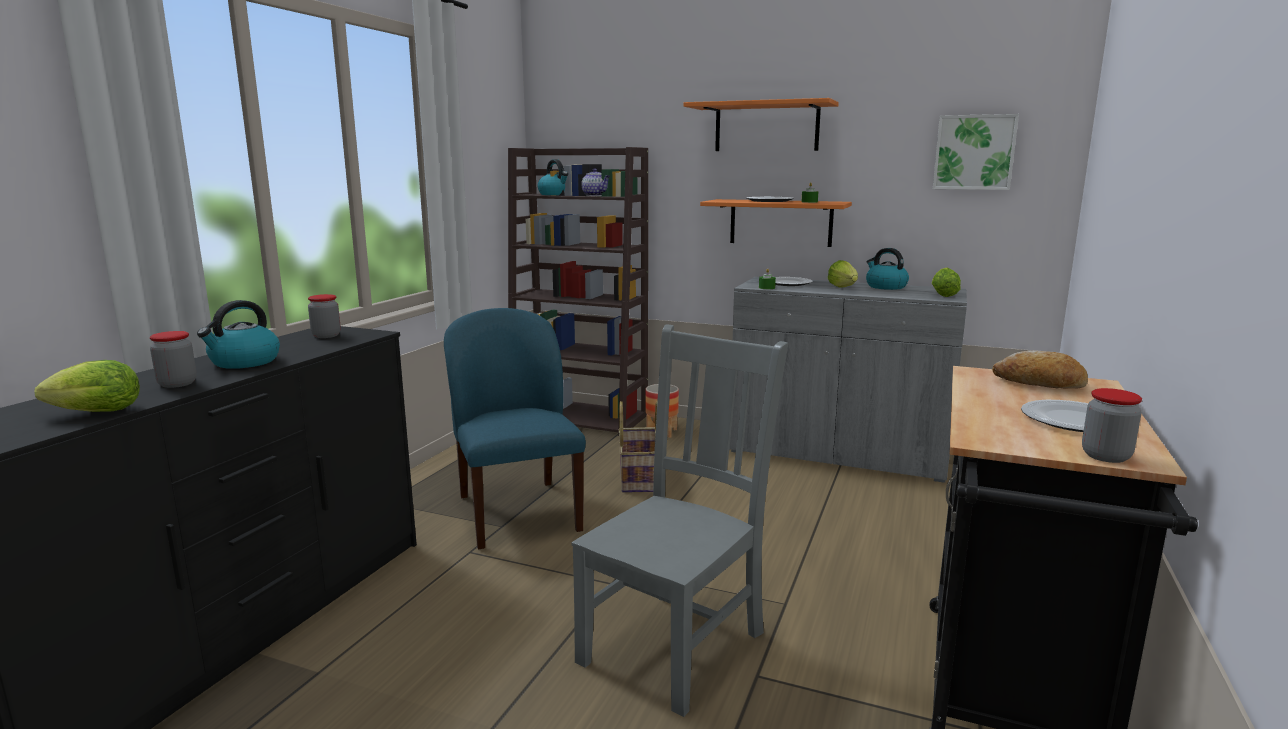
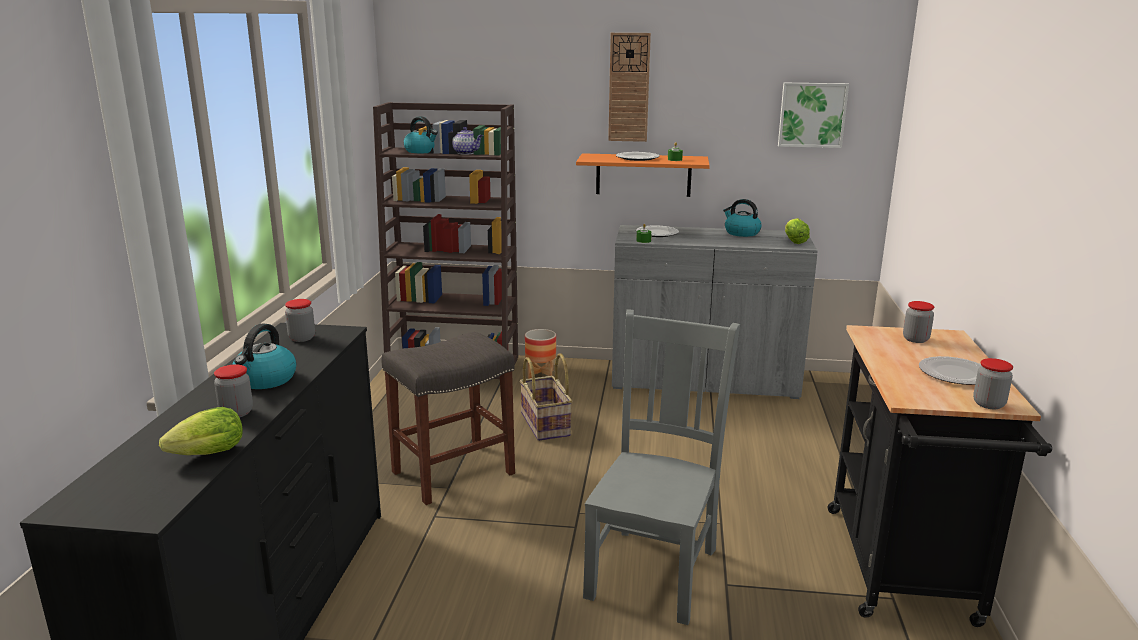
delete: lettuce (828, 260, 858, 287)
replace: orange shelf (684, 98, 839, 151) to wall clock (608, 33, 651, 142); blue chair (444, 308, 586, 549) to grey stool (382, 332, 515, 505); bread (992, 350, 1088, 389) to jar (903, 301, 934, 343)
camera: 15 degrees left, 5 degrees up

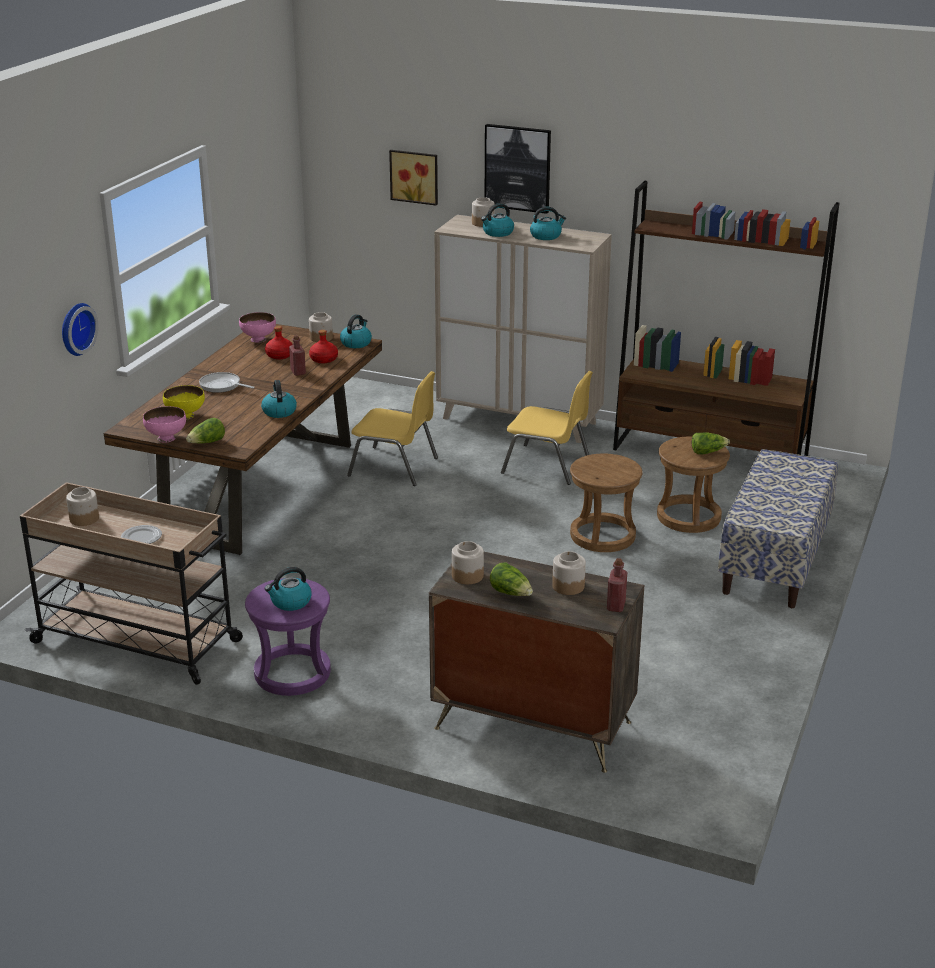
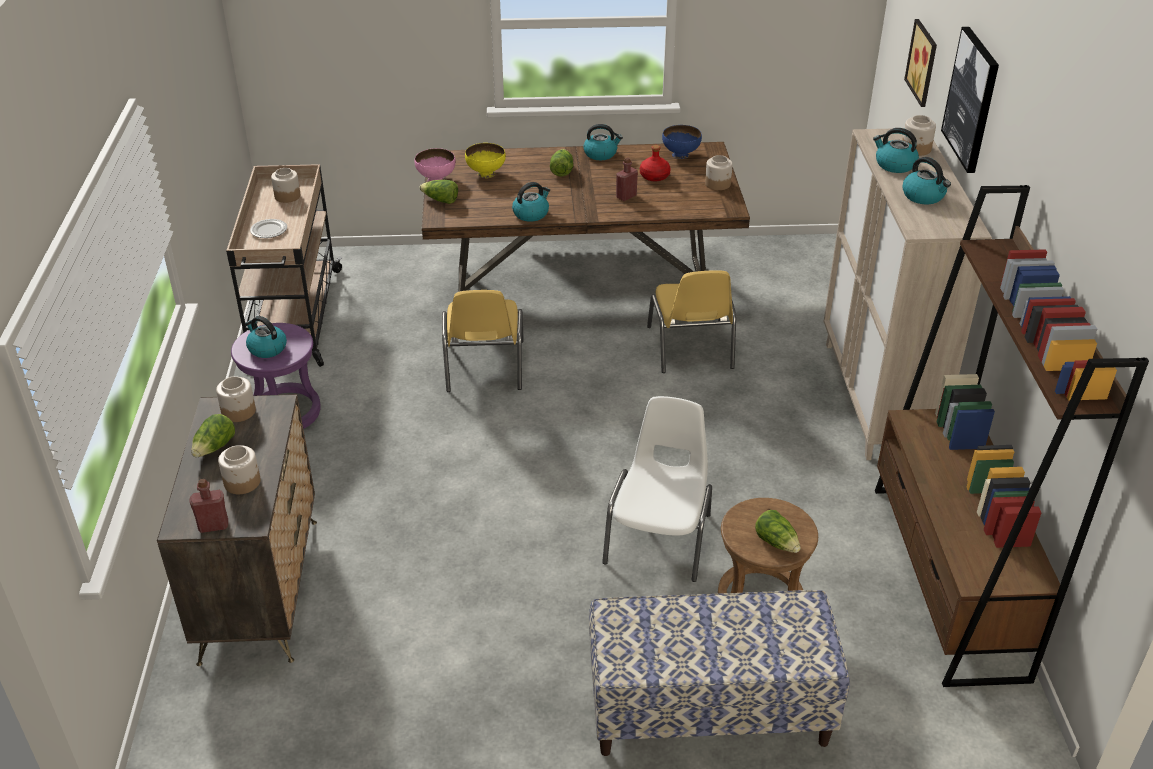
delete: wall clock (62, 303, 98, 356); red bottle (309, 330, 338, 363)
move: kettle (340, 314, 372, 348) to (583, 124, 623, 160); yellow chair (501, 371, 593, 485) to (442, 290, 524, 392)
replace: frying pan (199, 372, 255, 393) to lettuce (550, 149, 574, 176); brown stool (570, 454, 643, 552) to white chair (602, 396, 712, 582)
recolor: pink bowl (239, 312, 276, 343) to blue bowl (662, 125, 702, 159)
camera: 65 degrees right, 10 degrees up

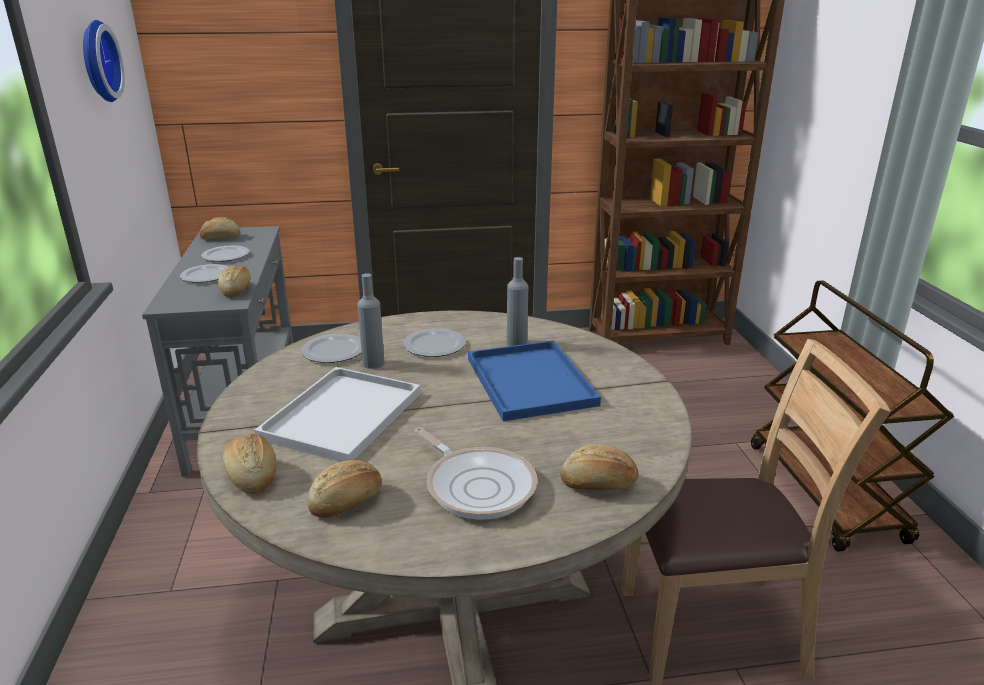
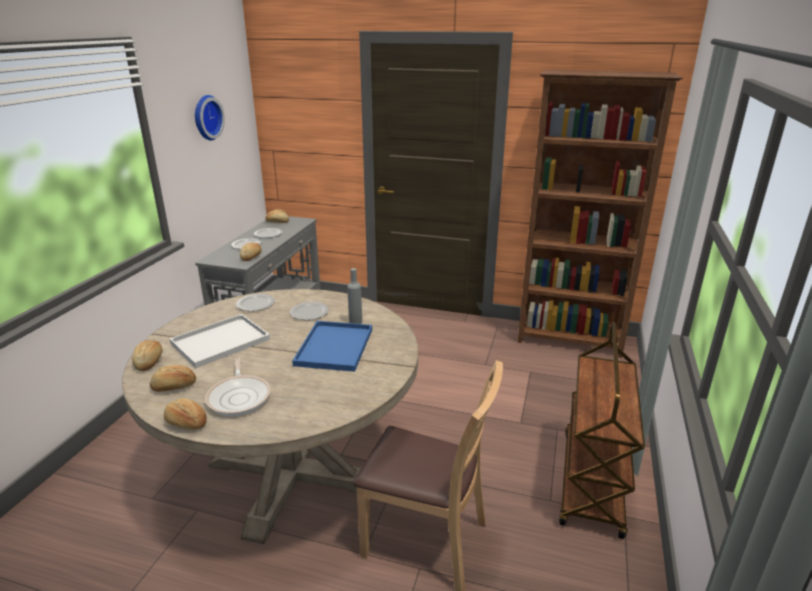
delete: grey bottle (357, 273, 384, 369)
move: bread (560, 444, 639, 490) to (164, 398, 207, 430)
camera: 25 degrees right, 0 degrees up

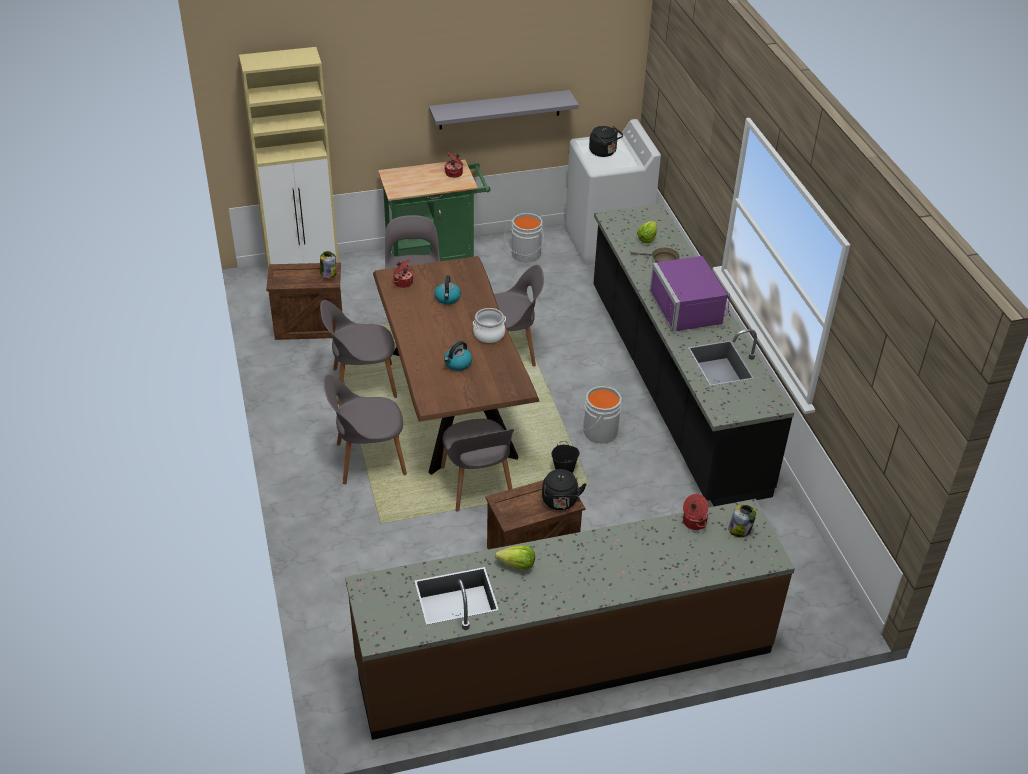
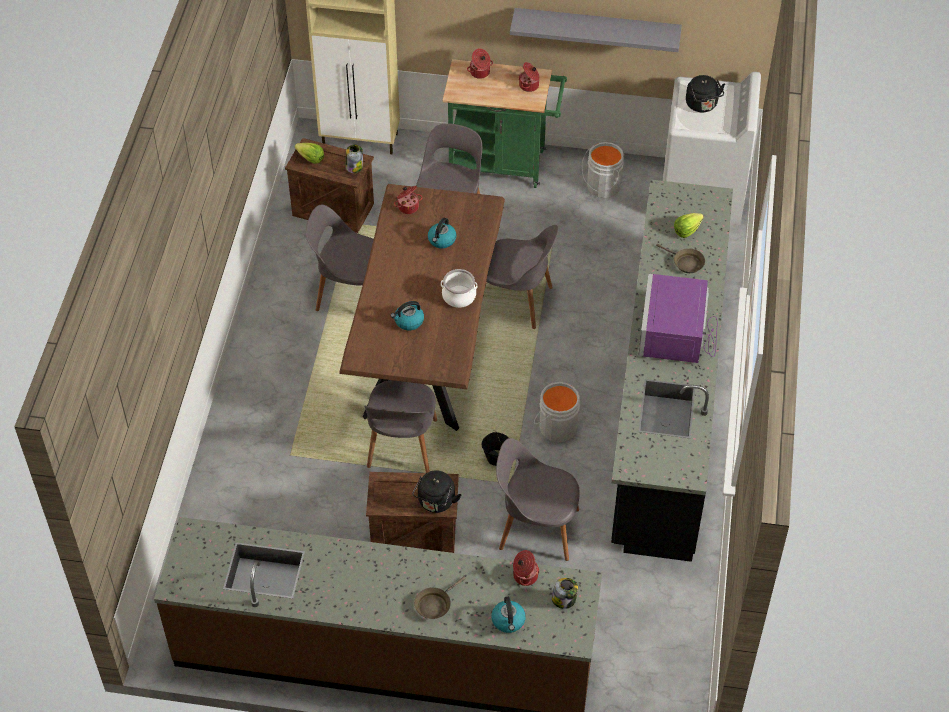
insert: cooking pot (467, 48, 493, 79); brown frying pan (414, 577, 465, 619); kettle (491, 597, 526, 633)
move: grey chair (324, 374, 407, 484) to (496, 438, 580, 561); lettuce (495, 545, 535, 570) to (295, 143, 324, 164)
camera: 25 degrees right, 10 degrees up

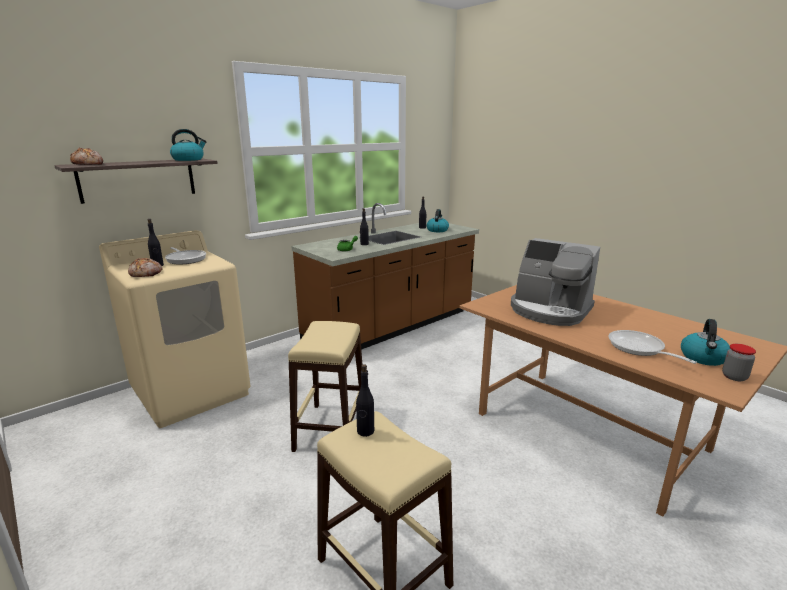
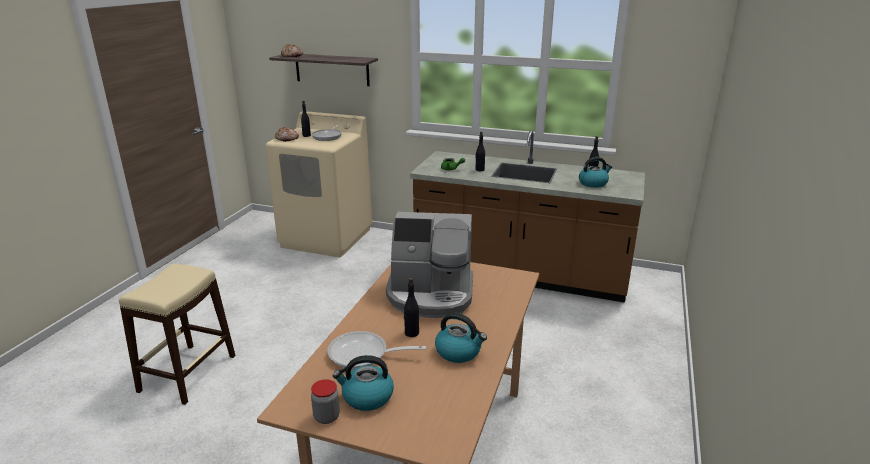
delete: beige stool (288, 321, 362, 452)
move: kettle (170, 129, 207, 161) to (435, 313, 487, 363); black bottle (356, 364, 374, 437) to (404, 278, 419, 337)
rotate: coffee machine (511, 238, 600, 326) = (386, 212, 473, 318) 90 degrees counterclockwise; frying pan (608, 330, 697, 364) = (327, 331, 426, 369) 120 degrees counterclockwise
camera: 60 degrees right, 5 degrees up

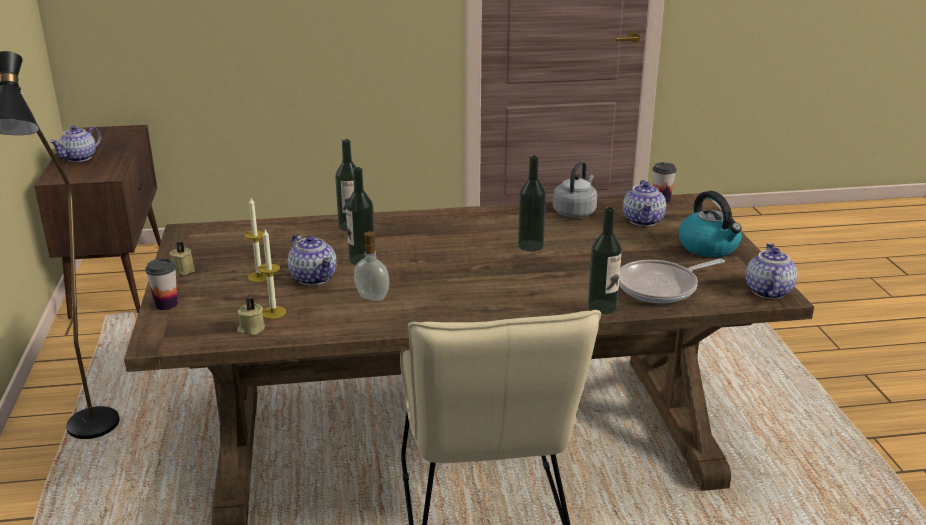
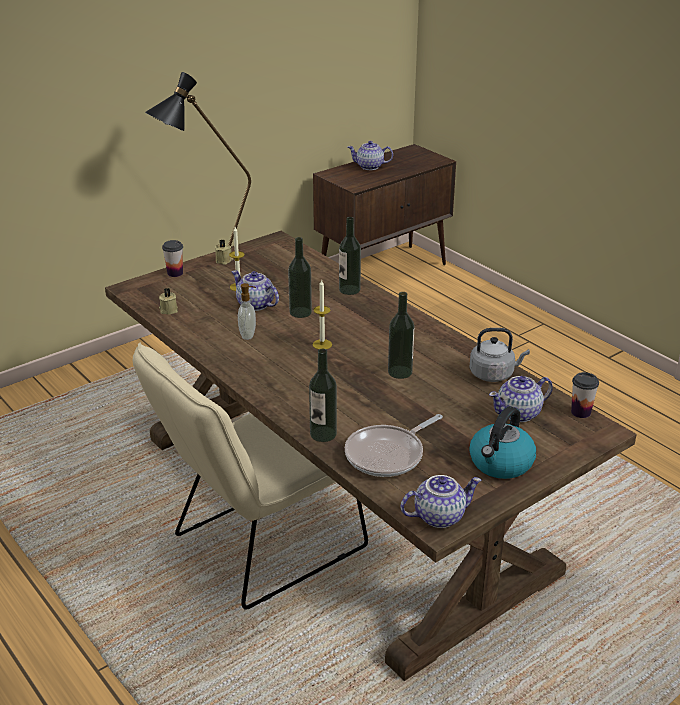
move: candle (258, 229, 286, 319) to (313, 280, 332, 350)
rotate: teapot (288, 234, 337, 286) = (232, 271, 279, 311) 105 degrees clockwise; frying pan (619, 258, 725, 303) = (345, 414, 443, 477) 75 degrees counterclockwise
camera: 60 degrees right, 5 degrees up

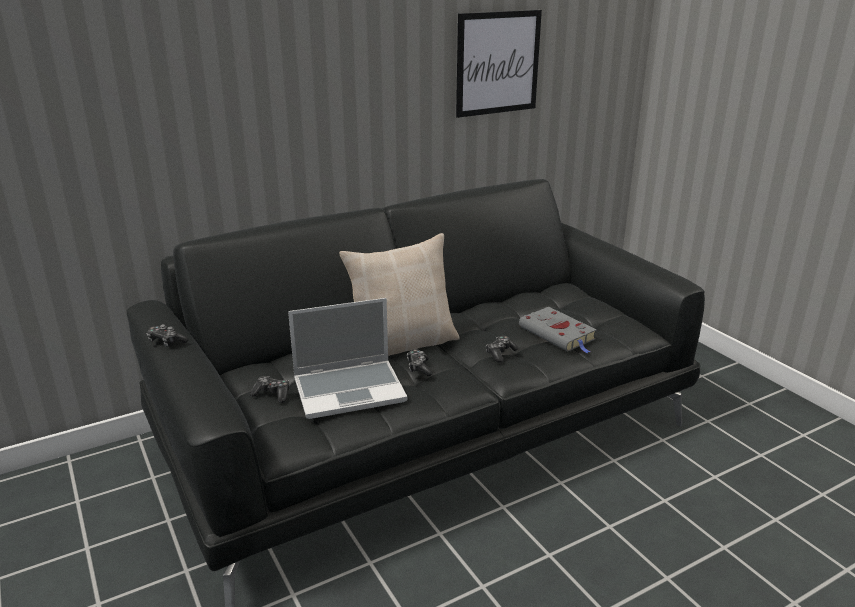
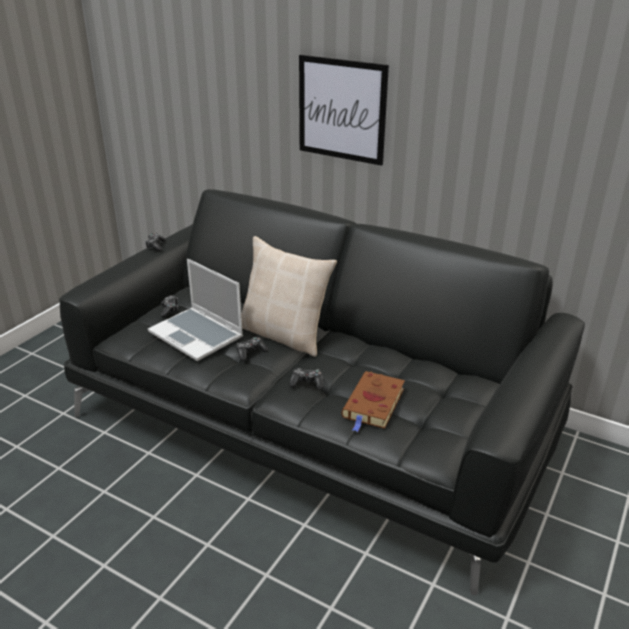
move: picture (456, 10, 542, 118) to (299, 55, 389, 166)
recolor: grey book (519, 307, 597, 354) to brown book (341, 371, 405, 432)
camera: 60 degrees right, 5 degrees up

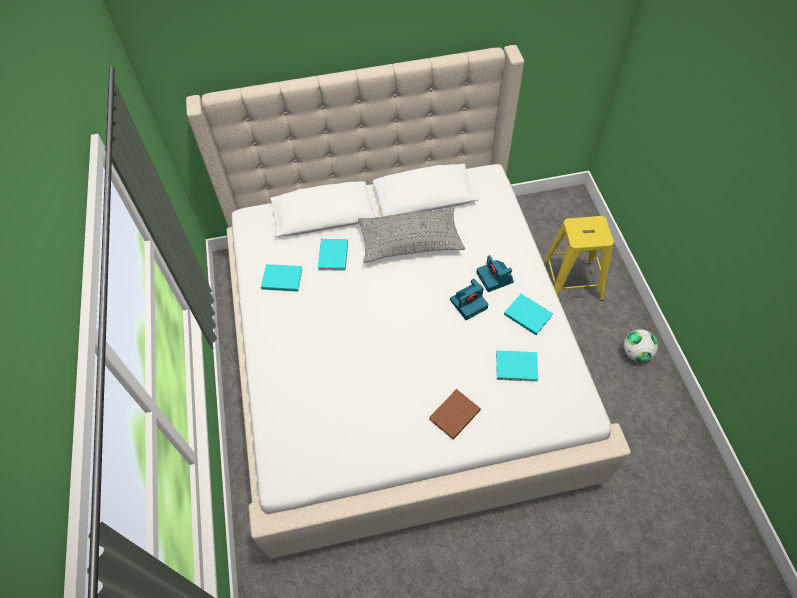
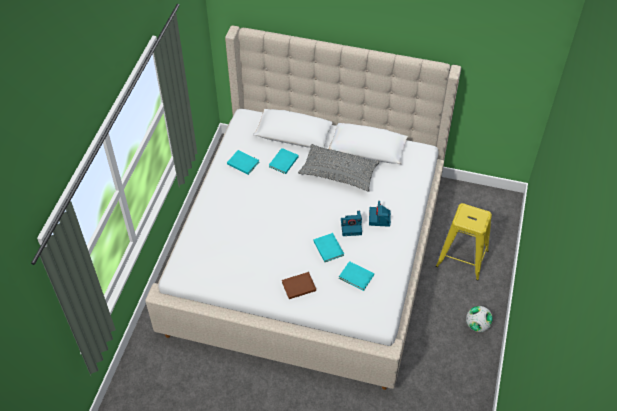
move: turquoise book (504, 294, 553, 335) to (313, 233, 344, 262)
camera: 25 degrees right, 5 degrees down

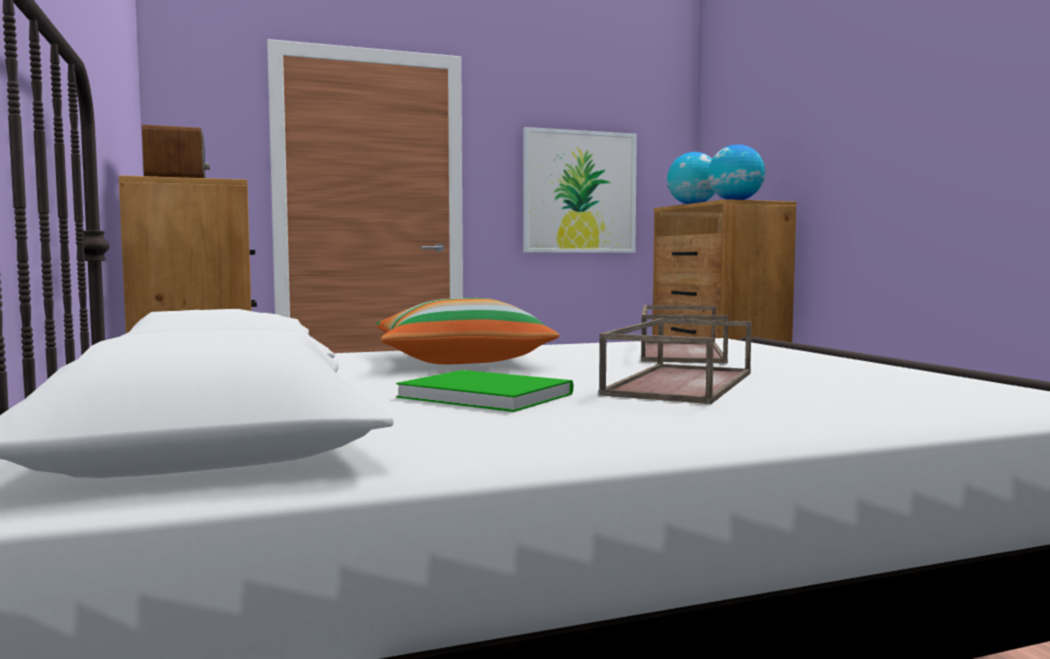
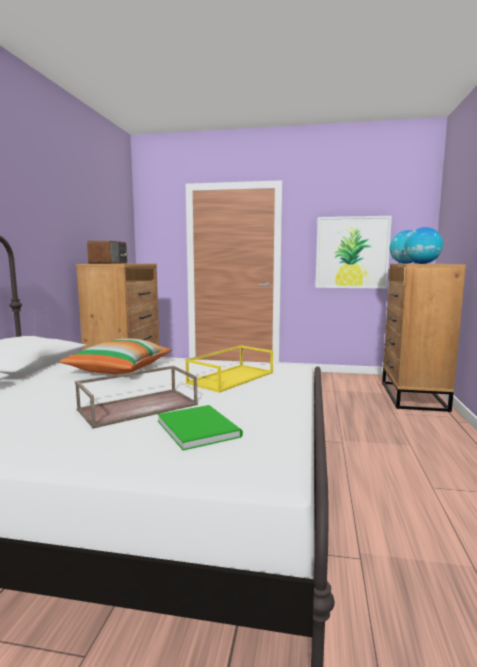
move: green book (396, 370, 573, 412) to (157, 405, 243, 450)
recolor: brown tray (641, 305, 729, 363) to yellow tray (185, 345, 273, 393)
camera: 30 degrees right, 5 degrees up

